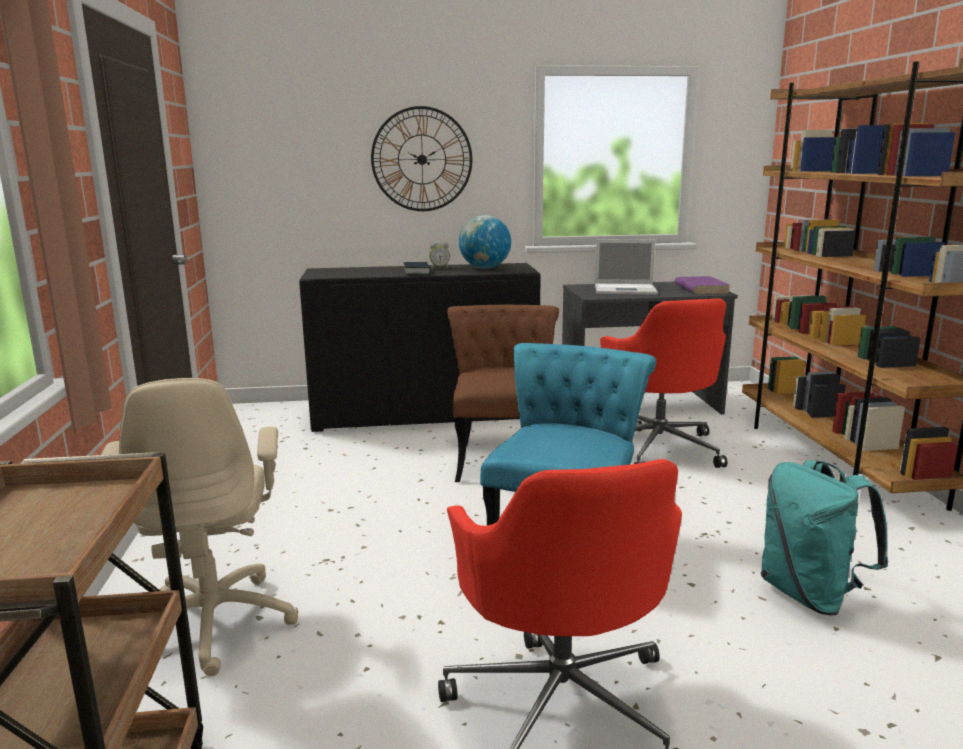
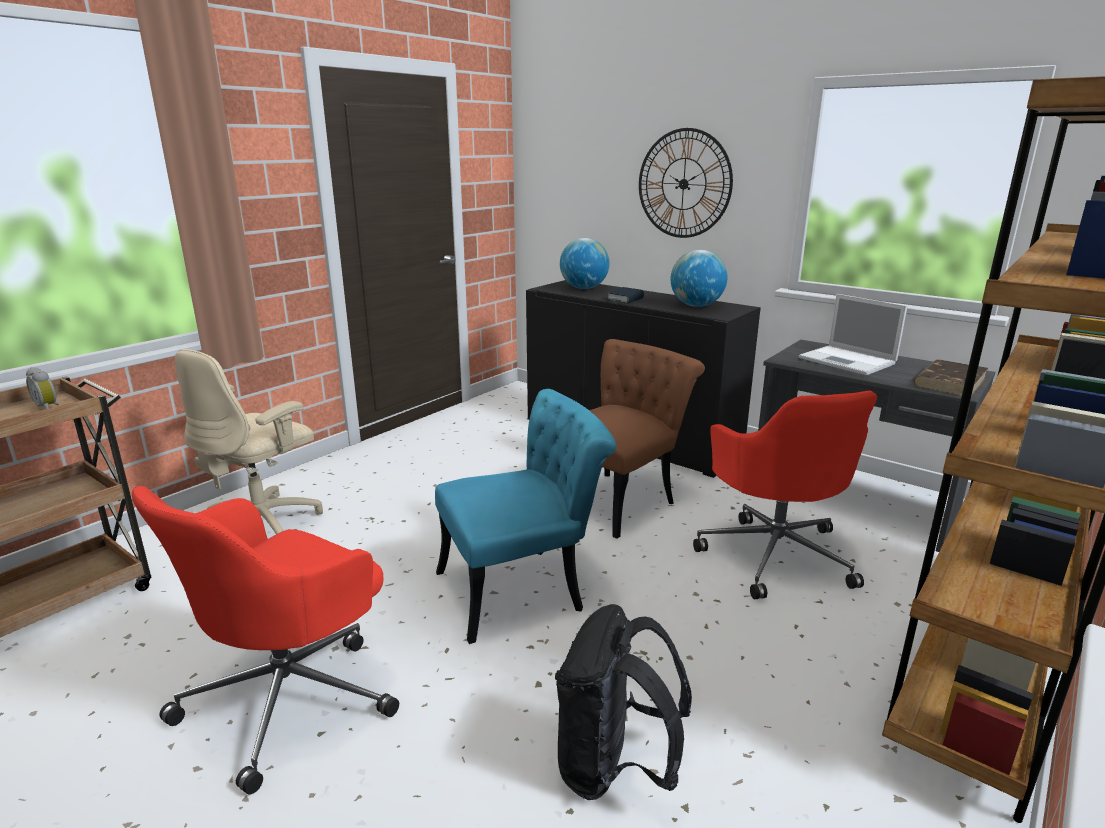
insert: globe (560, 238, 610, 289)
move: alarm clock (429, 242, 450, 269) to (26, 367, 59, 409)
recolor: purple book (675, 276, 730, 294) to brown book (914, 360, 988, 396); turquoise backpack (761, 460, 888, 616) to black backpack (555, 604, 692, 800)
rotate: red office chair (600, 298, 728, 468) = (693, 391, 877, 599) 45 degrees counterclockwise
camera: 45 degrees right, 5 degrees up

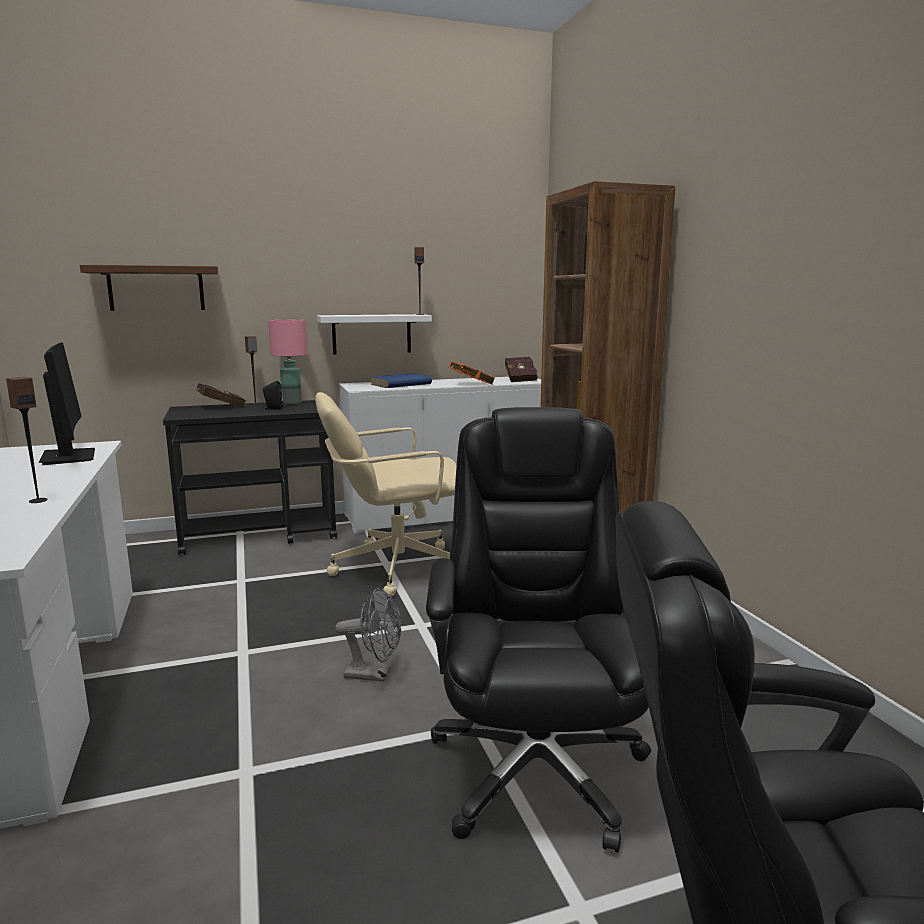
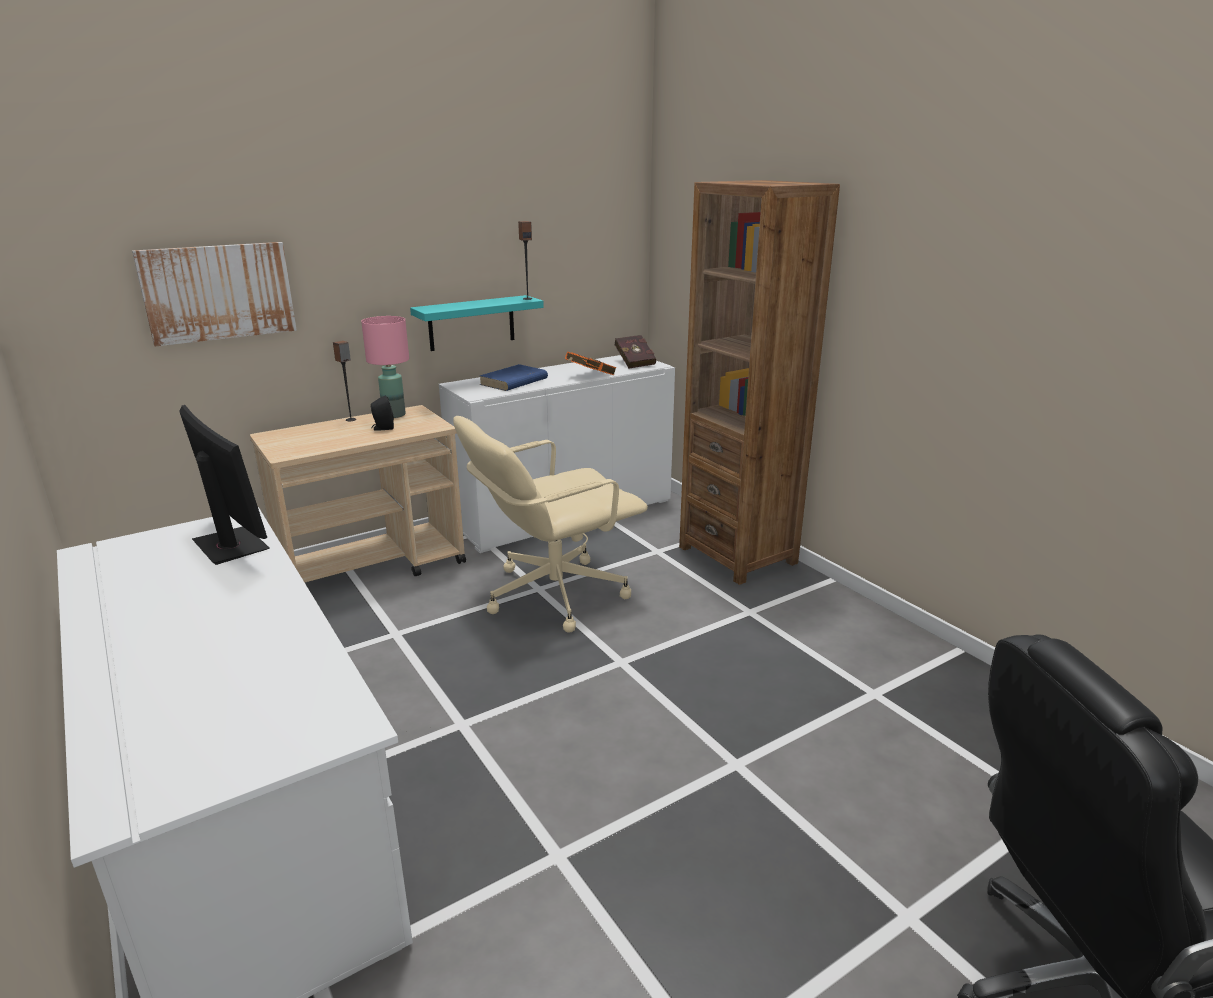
delete: speaker (6, 377, 48, 503); red book (191, 383, 246, 408); black office chair (426, 407, 651, 853); grey fan (335, 588, 401, 682)
replace: brown shelf (80, 265, 218, 311) to picture (132, 242, 297, 346)
recolor: white shelf (317, 314, 432, 354) to turquoise shelf (410, 295, 544, 351); black cart (163, 400, 337, 555) to beige cart (250, 405, 466, 582)
camera: 15 degrees left, 10 degrees up

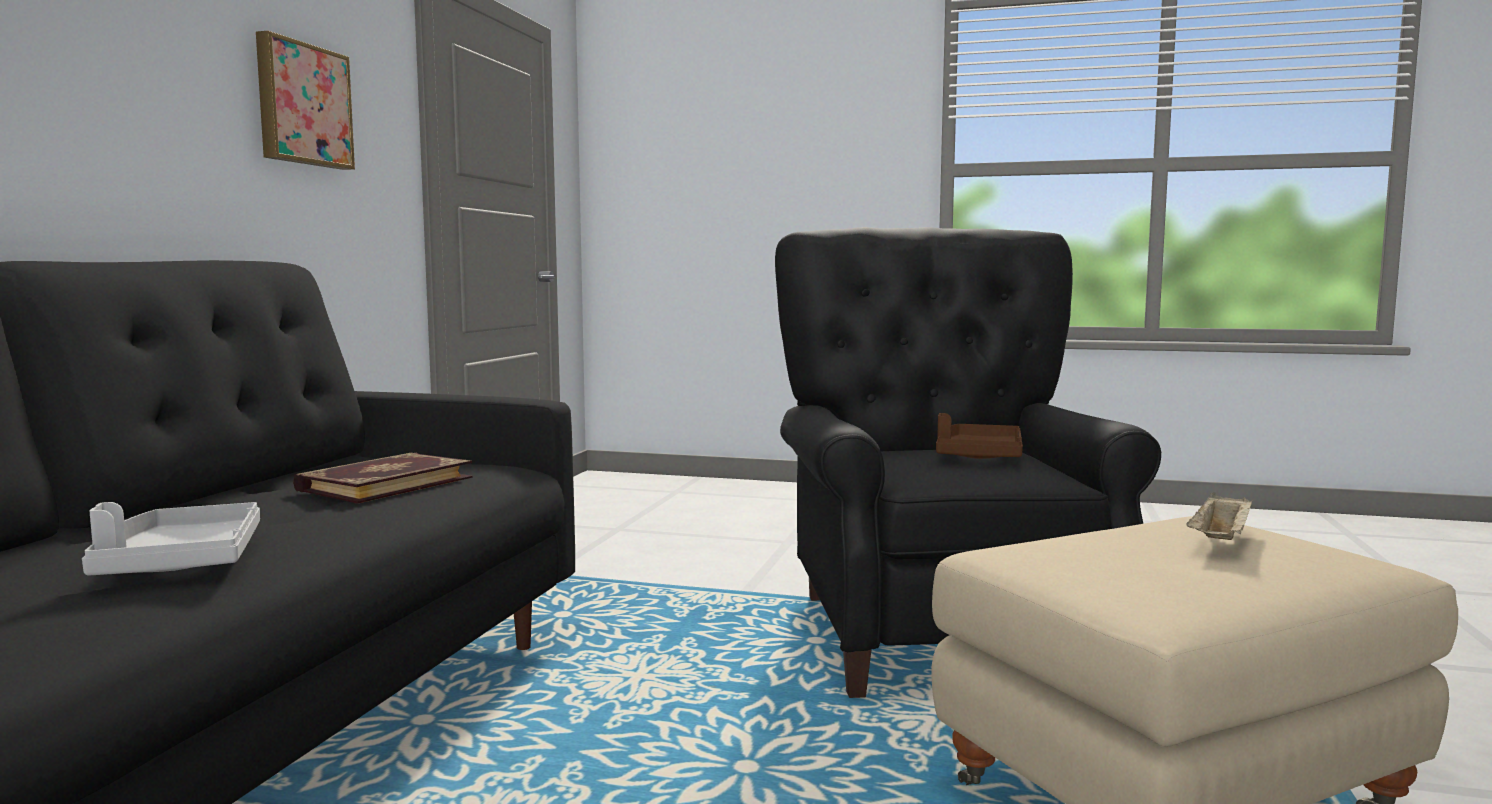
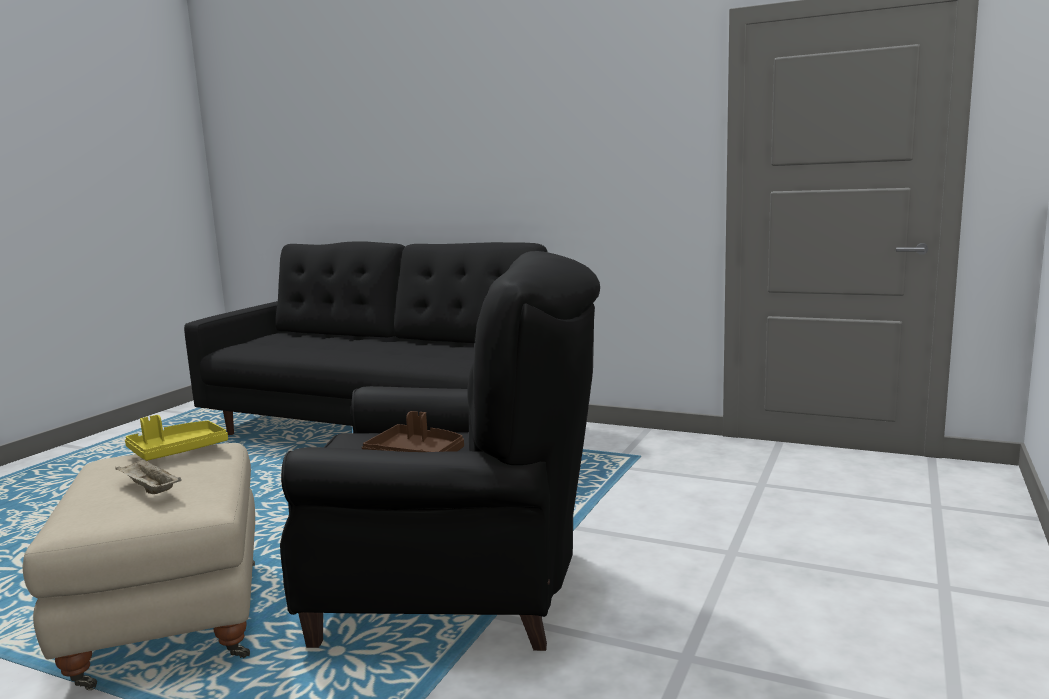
delete: picture (256, 31, 355, 170); book (293, 452, 473, 504); grey tray (82, 502, 260, 576)
insert: yellow tray (125, 415, 228, 461)
camera: 100 degrees right, 5 degrees up

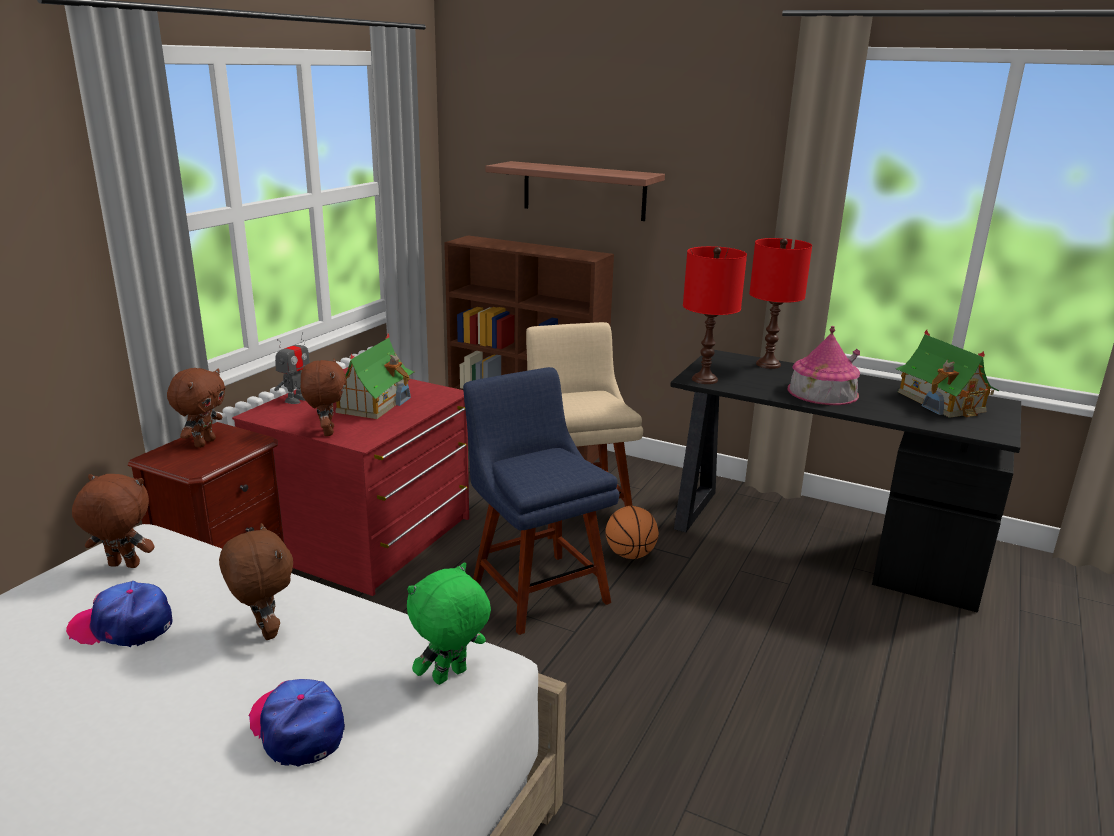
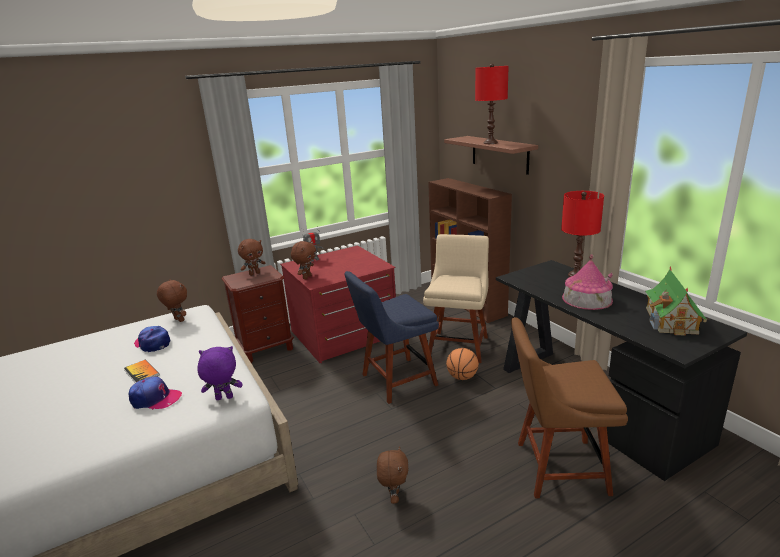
delete: toy house (335, 334, 414, 419)
insert: brown chair (511, 317, 628, 498); book (124, 360, 160, 383)
move: red table lamp (683, 246, 747, 384) to (475, 64, 509, 144); brown plush toy (219, 523, 293, 640) to (377, 446, 408, 504)
recolor: green plush toy (407, 563, 491, 685) to purple plush toy (197, 346, 243, 400)
rotate: blue chair (463, 367, 619, 635) = (344, 271, 439, 404) 120 degrees counterclockwise; cap (249, 679, 345, 767) = (129, 377, 182, 410) 105 degrees clockwise
camera: 35 degrees right, 0 degrees up

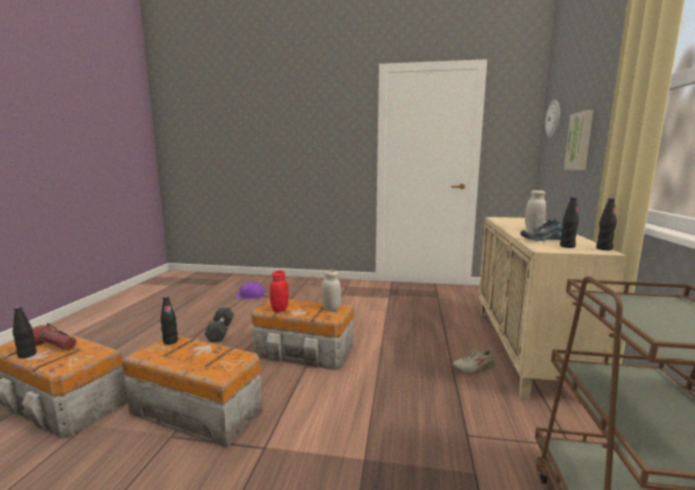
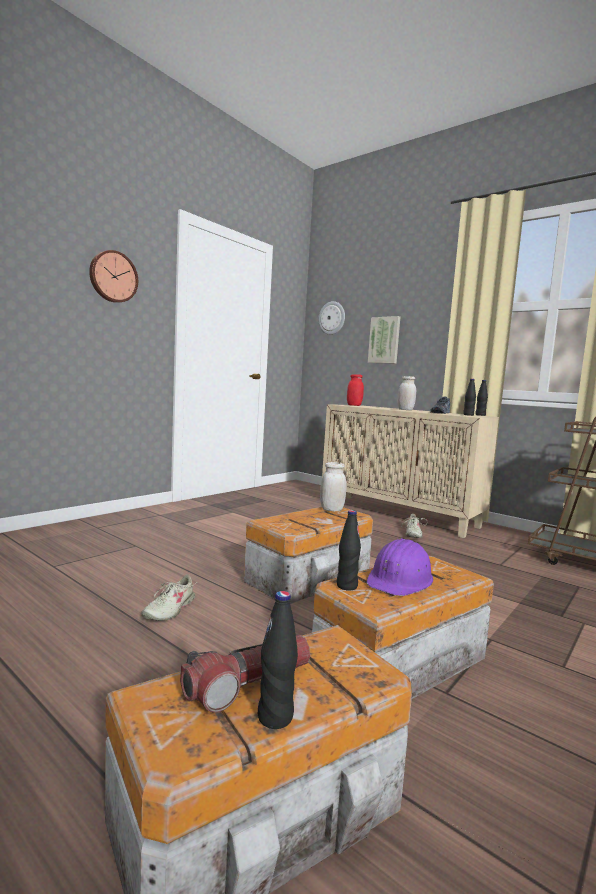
insert: wall clock (89, 250, 138, 303)
move: red jar (270, 271, 289, 312) to (347, 374, 364, 406); purple hard hat (234, 282, 268, 299) to (367, 538, 433, 596)
replace: grey dumbbell (204, 307, 234, 342) to beige shoe (141, 574, 197, 621)
camera: 60 degrees left, 5 degrees down

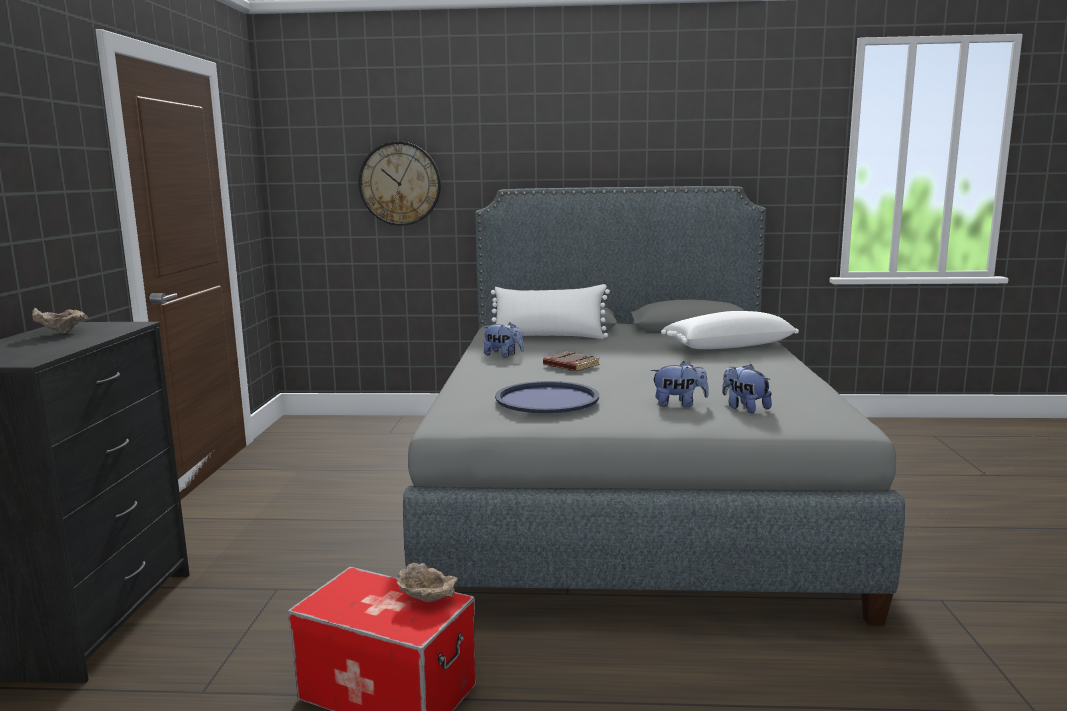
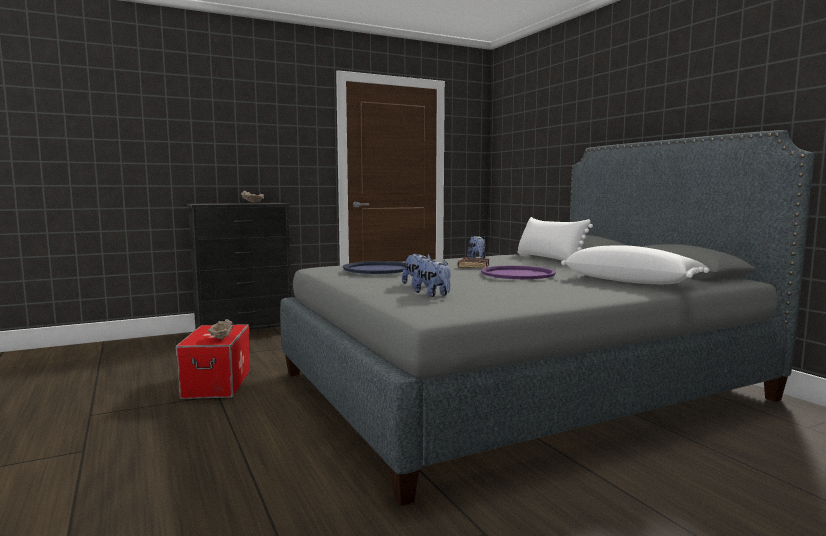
delete: wall clock (359, 141, 441, 226)
insert: purple tray (481, 266, 556, 279)
rotate: plush toy (722, 364, 772, 413) = (414, 259, 451, 297) 120 degrees clockwise
camera: 60 degrees right, 5 degrees down

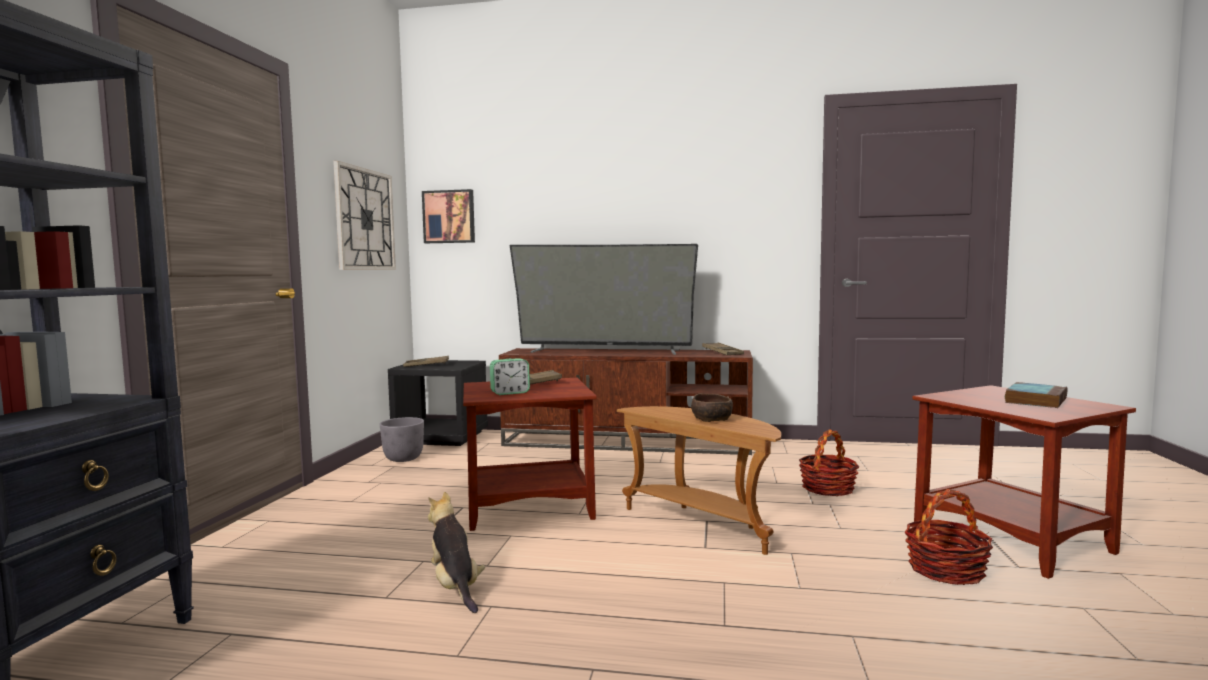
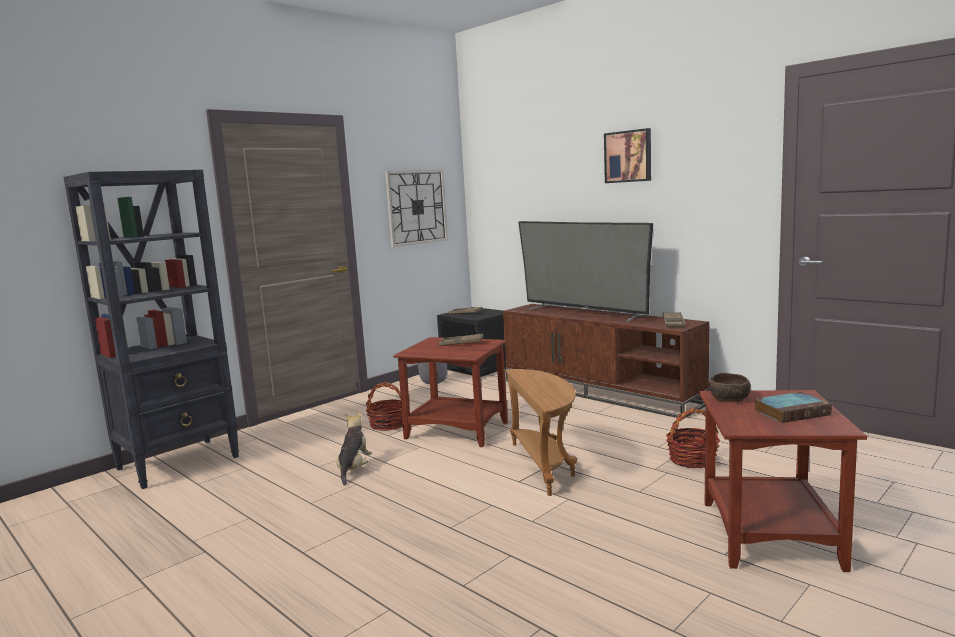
delete: alarm clock (490, 358, 530, 395)
move: picture (422, 189, 475, 243) to (604, 128, 651, 183); brown bowl (691, 393, 733, 422) to (709, 373, 751, 402); basket (905, 489, 993, 585) to (366, 382, 403, 431)
camera: 35 degrees right, 5 degrees up

